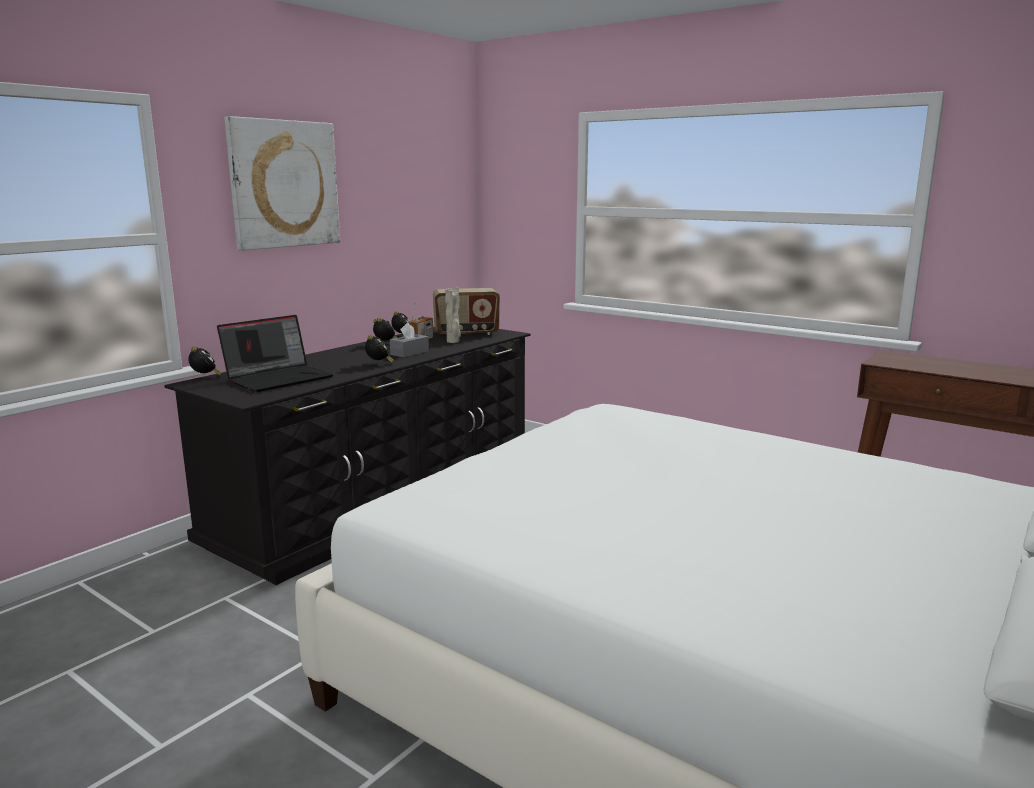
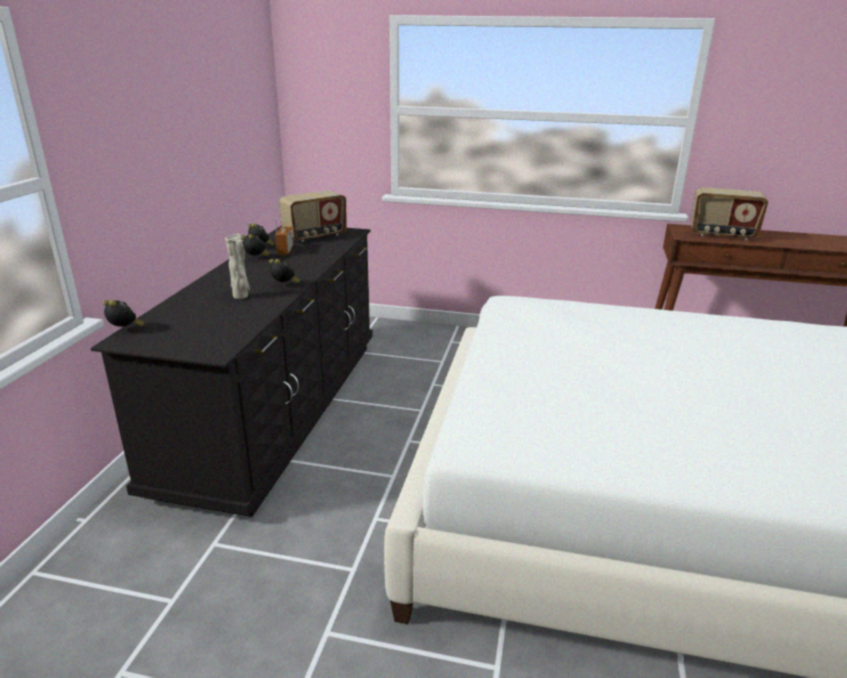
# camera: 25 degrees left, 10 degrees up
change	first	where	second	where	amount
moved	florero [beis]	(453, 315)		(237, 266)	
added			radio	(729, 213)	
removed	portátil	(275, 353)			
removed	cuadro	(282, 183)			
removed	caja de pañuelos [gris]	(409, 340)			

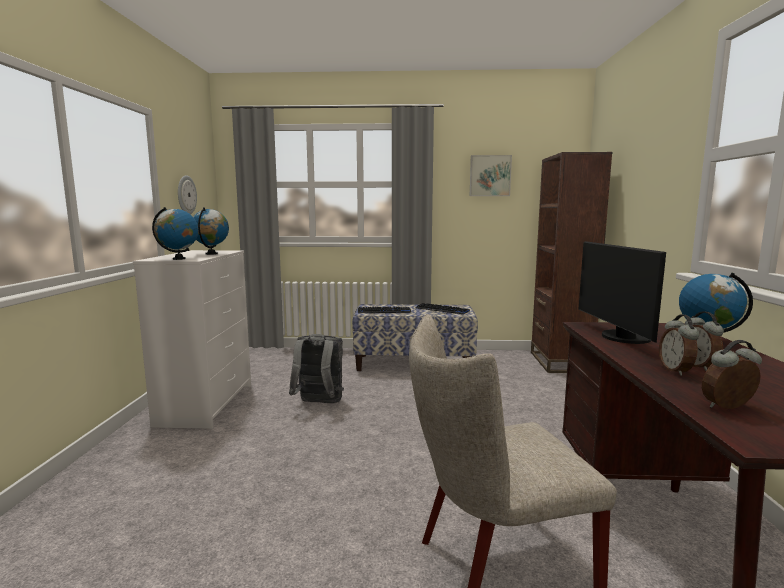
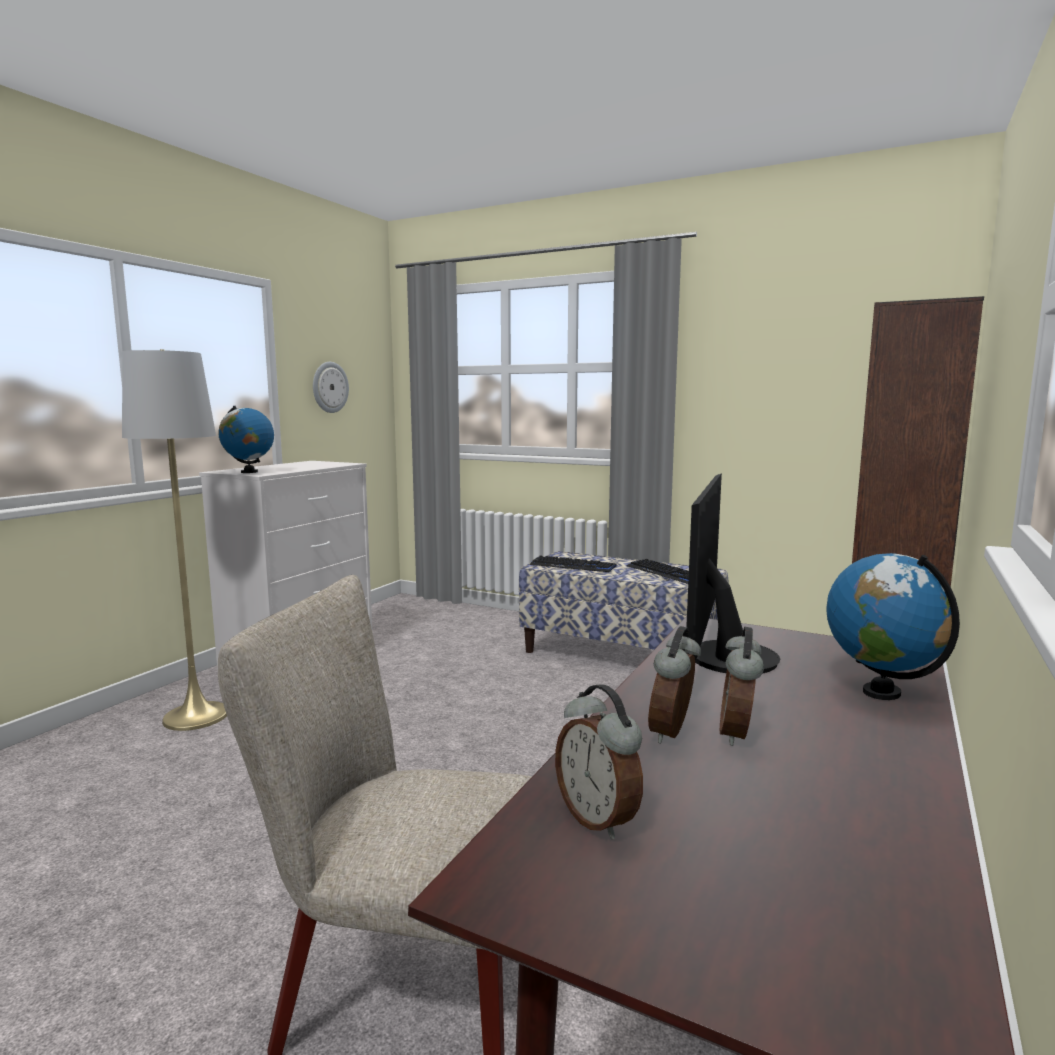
# camera: 25 degrees right, 0 degrees up
change	first	where	second	where	amount
added			lámpara de pie [gris]	(174, 540)	
turned	despertador	(732, 374)		(599, 762)	135 degrees counterclockwise
removed	globo terráqueo	(211, 231)			
removed	mochila [gris]	(316, 368)			
removed	cuadro	(491, 175)			

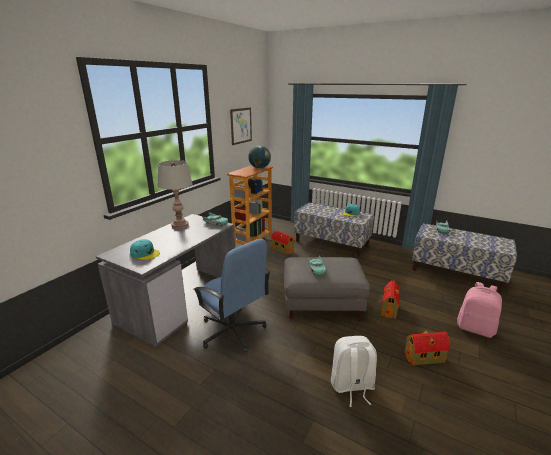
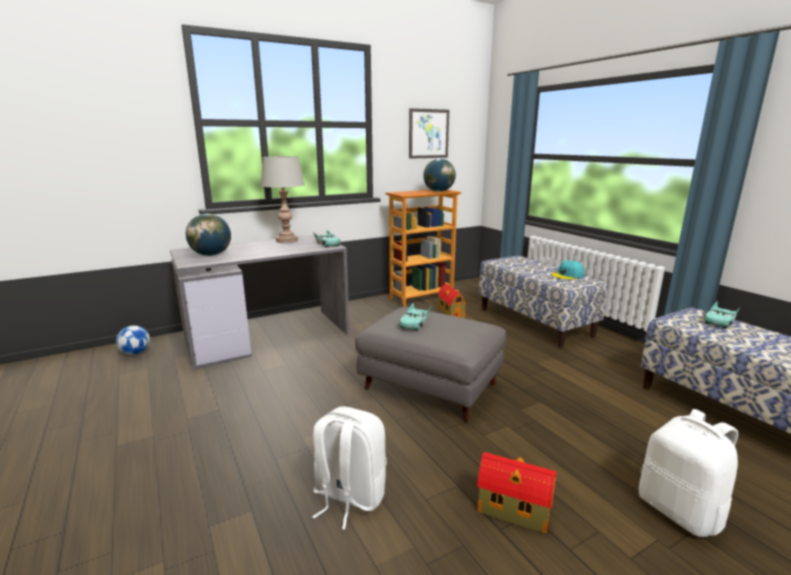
# camera: 30 degrees right, 5 degrees down
change	first	where	second	where	amount
added			balón de fútbol	(133, 340)	
replaced	gorra [turquesa]	(145, 249)	globo terráqueo	(208, 235)	
recoloured	mochila [rosa]	(479, 310)	mochila [blanco]	(688, 473)	
removed	silla de oficina [azul]	(231, 296)			
removed	casita	(390, 299)			

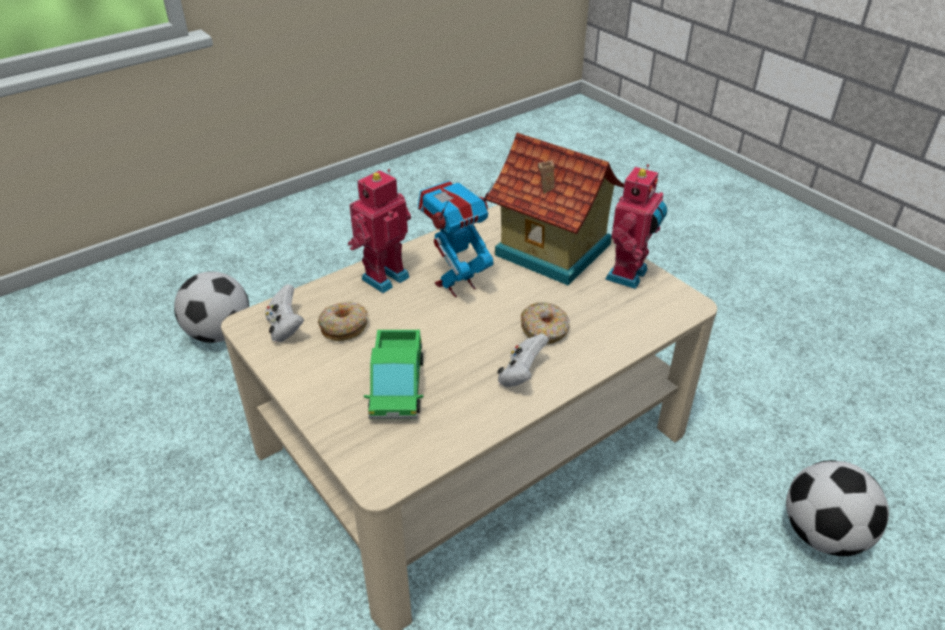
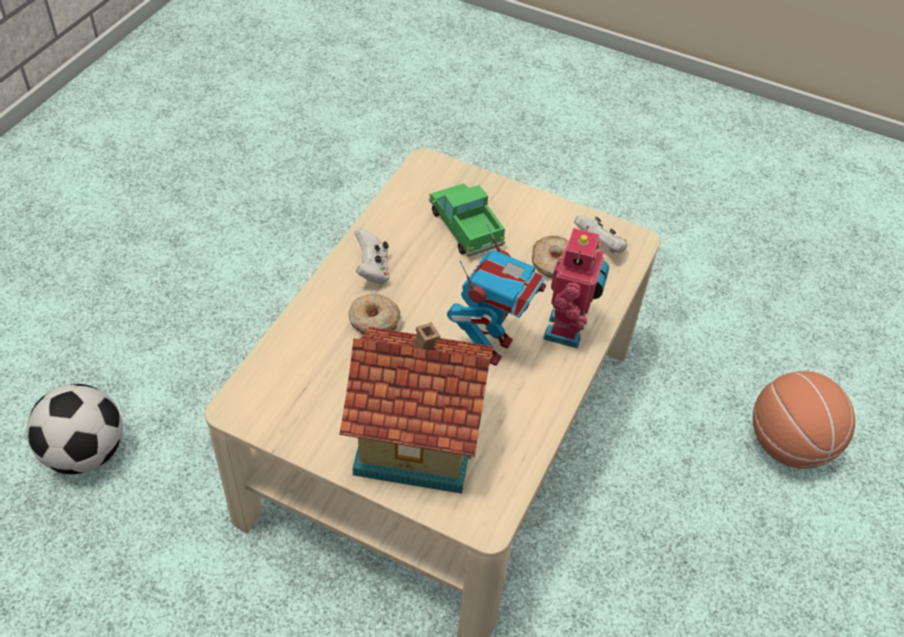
# camera: 150 degrees right, 10 degrees up
change	first	where	second	where	amount
replaced	balón de fútbol	(211, 307)	balón de baloncesto	(804, 420)	
removed	robot de juguete	(636, 226)			

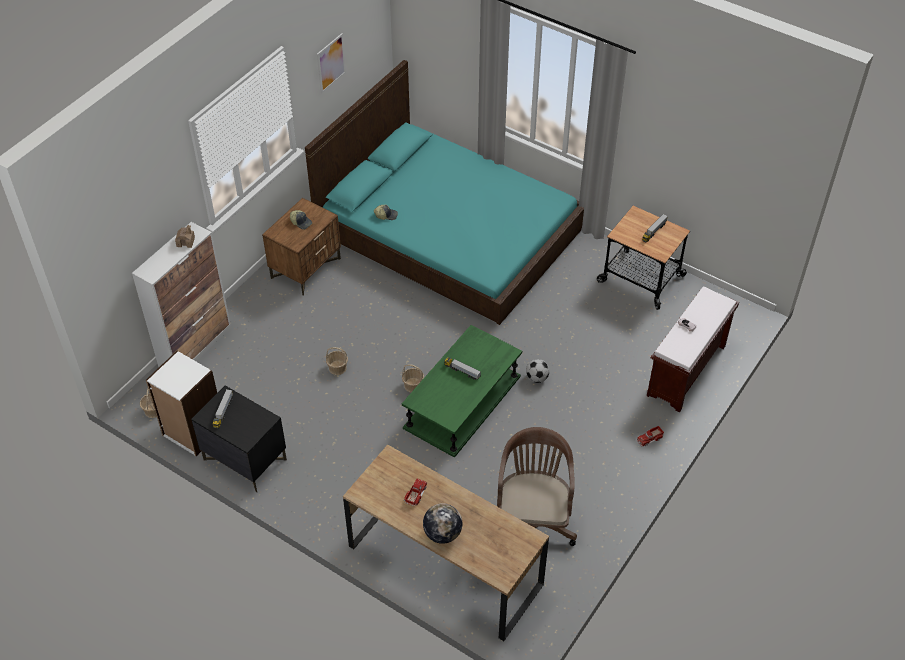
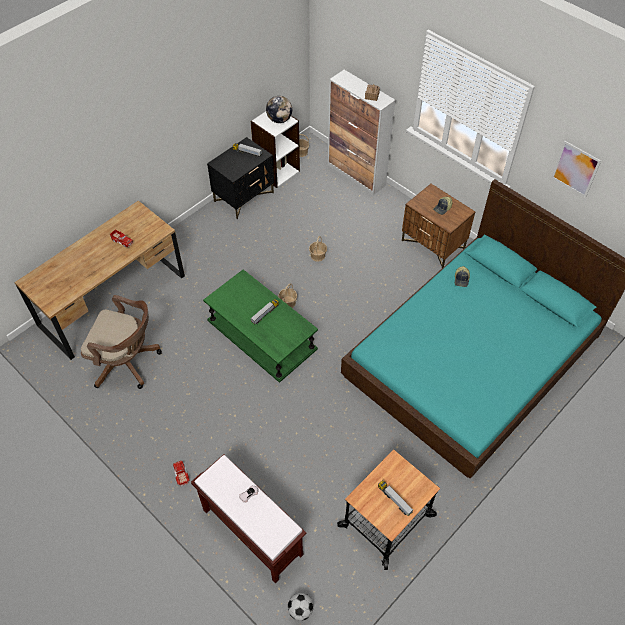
# camera: 100 degrees right, 5 degrees up
change	first	where	second	where	amount
moved	globo terráqueo	(442, 523)		(279, 109)	
moved	balón de fútbol	(538, 371)		(300, 607)	

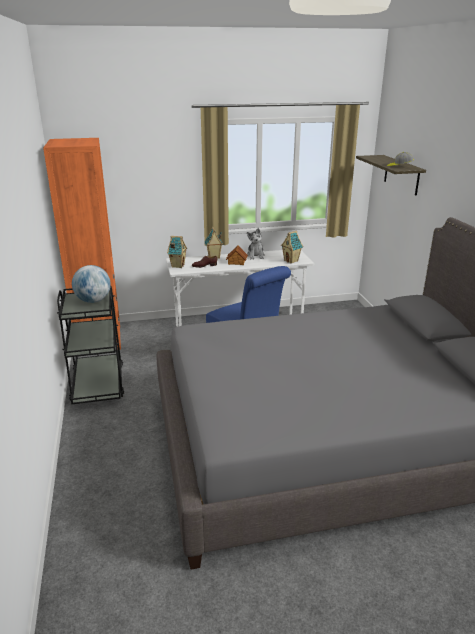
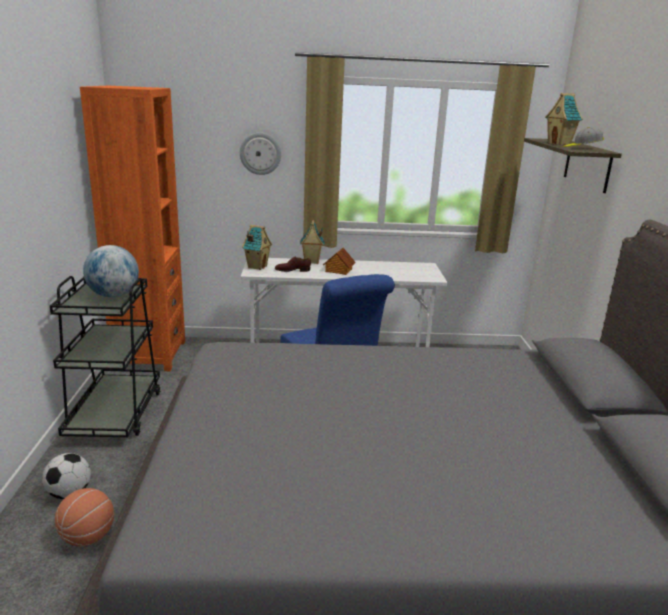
# camera: 10 degrees right, 5 degrees down
change	first	where	second	where	amount
added			balón de fútbol	(66, 476)	
added			balón de baloncesto	(84, 517)	
added			reloj de pared	(260, 153)	
moved	casita	(292, 247)		(564, 119)	
removed	peluche	(256, 243)			

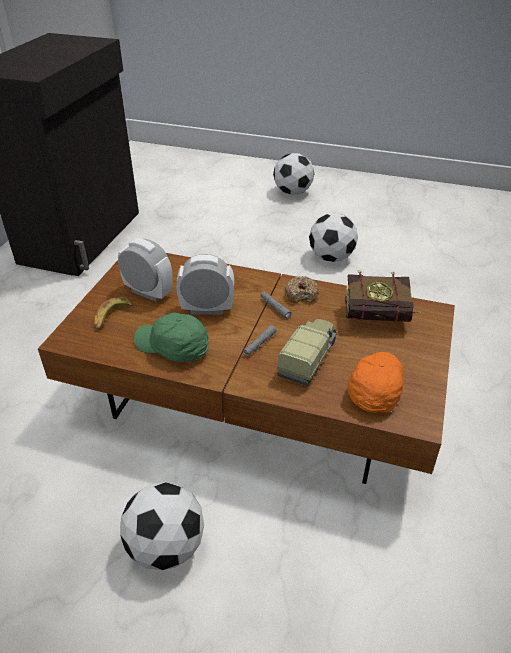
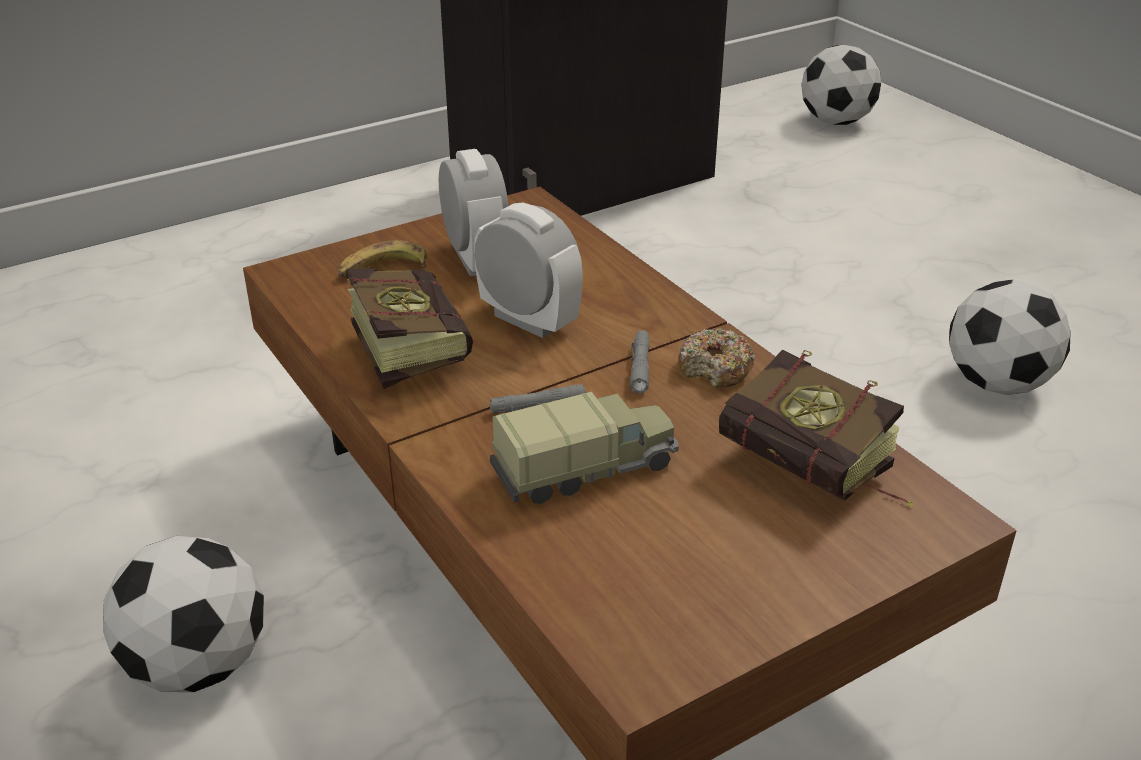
# camera: 40 degrees right, 5 degrees down
change	first	where	second	where	amount
replaced	gorra [verde]	(171, 337)	libro	(409, 329)	
moved	balón de fútbol	(293, 174)		(841, 85)	
removed	gorra [naranja]	(375, 382)			

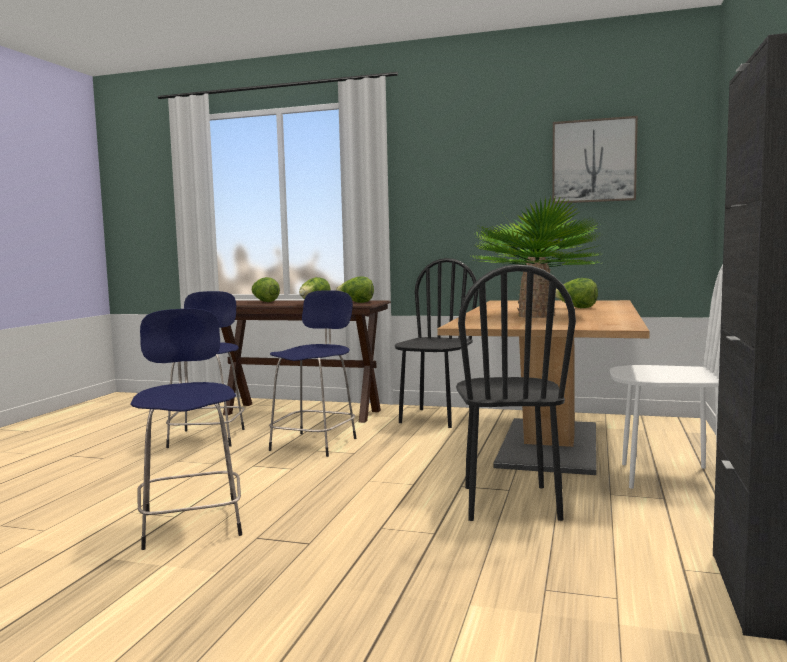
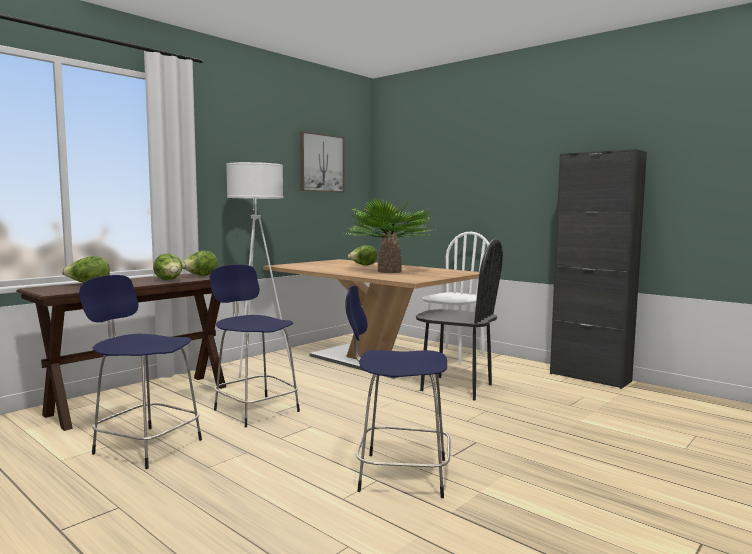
# camera: 65 degrees left, 0 degrees up
change	first	where	second	where	amount
replaced	silla [negro]	(436, 343)	lámpara de pie [blanco]	(259, 270)	

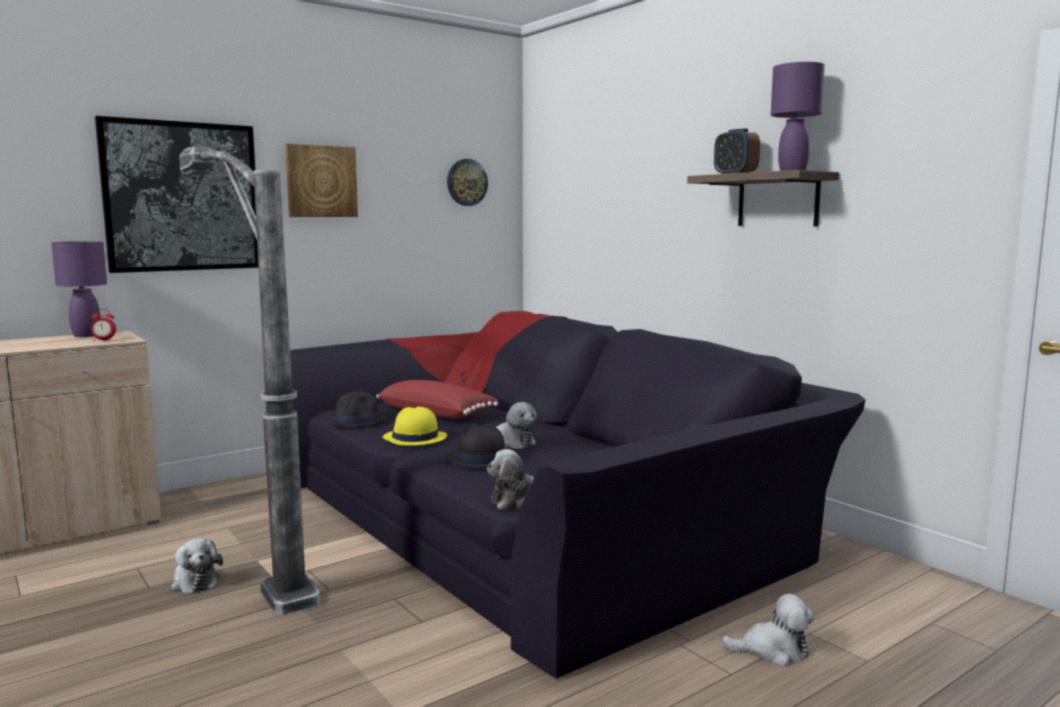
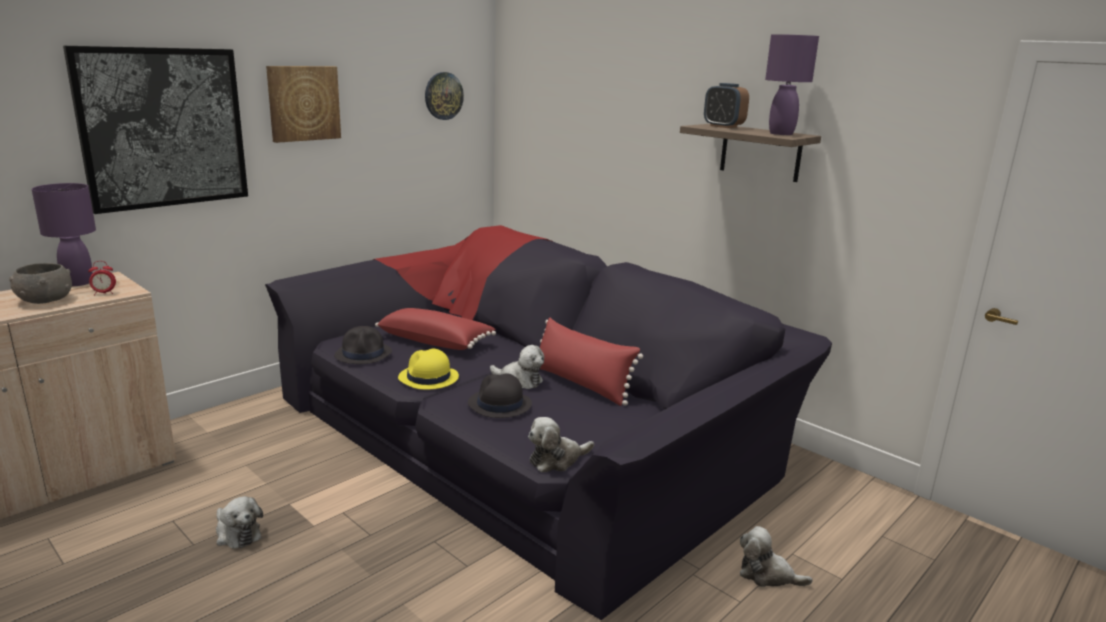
# camera: 10 degrees left, 10 degrees up
change	first	where	second	where	amount
added			cuenco [gris]	(40, 283)	
added			cojín [rojo]	(591, 361)	
turned	peluche	(768, 629)		(776, 556)	150 degrees counterclockwise
removed	lámpara de pie	(249, 381)			

